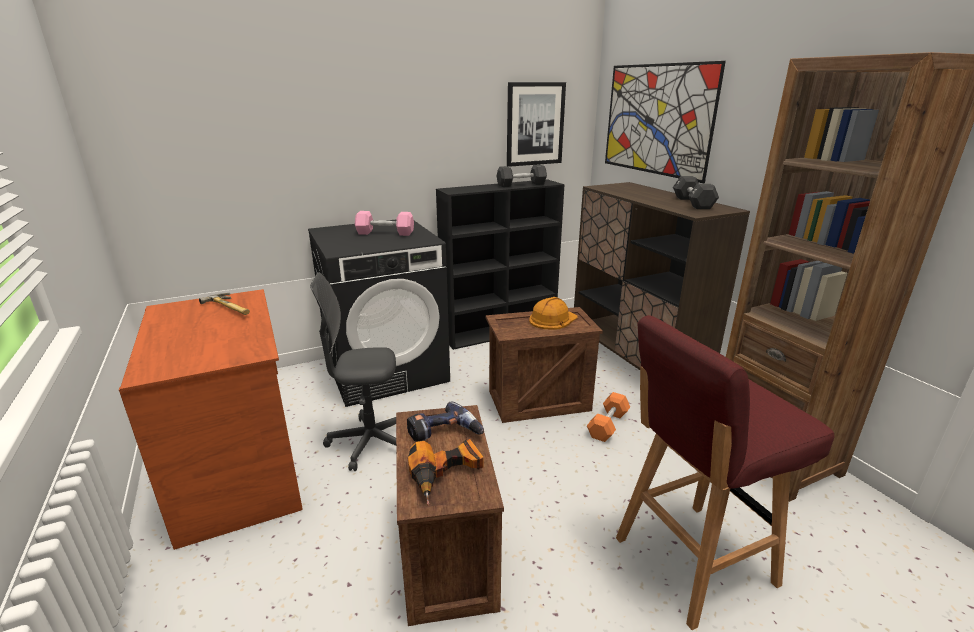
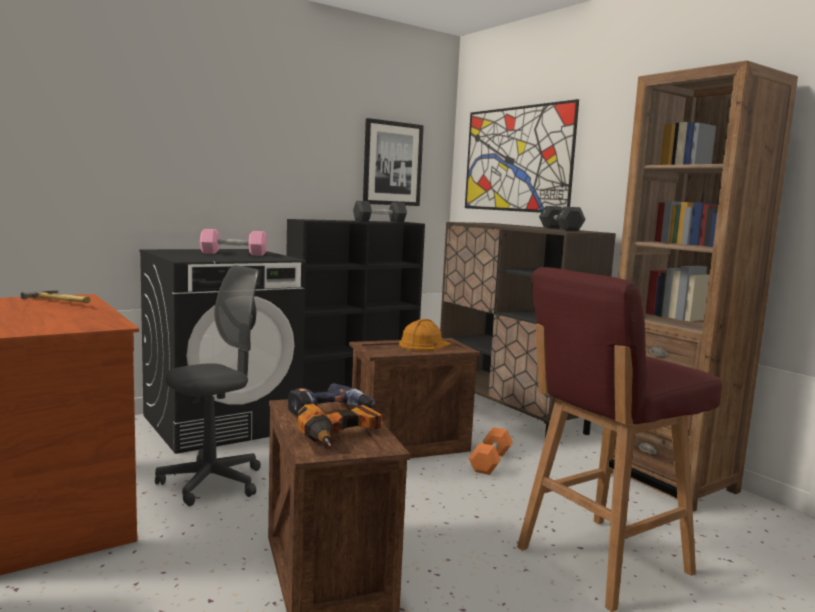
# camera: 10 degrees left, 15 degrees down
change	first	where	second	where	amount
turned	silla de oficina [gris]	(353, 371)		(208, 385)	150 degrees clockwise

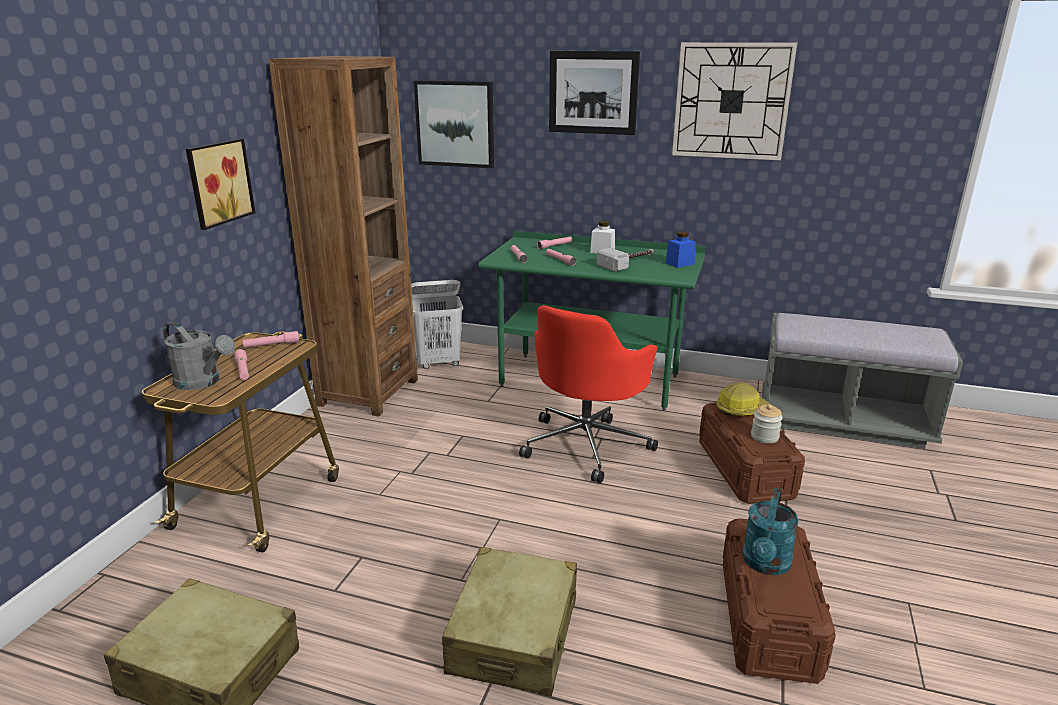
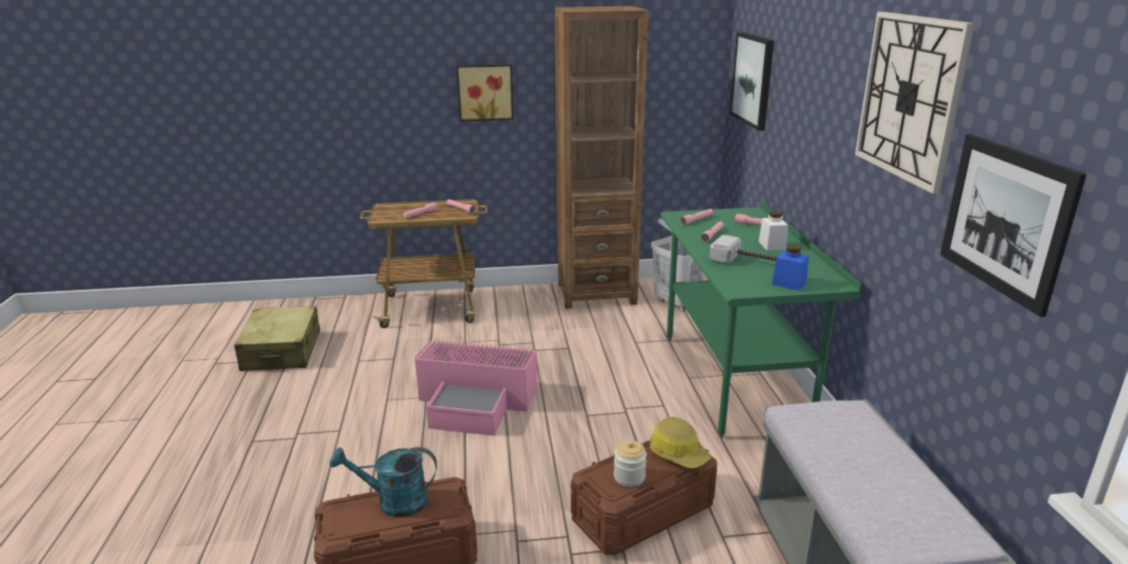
# camera: 65 degrees right, 0 degrees up
change	first	where	second	where	amount
added			caja de almacenaje [rosa]	(475, 387)	
moved	cuadro	(594, 93)		(1013, 225)	
removed	regadera [gris]	(199, 355)			
removed	maleta [beis]	(509, 621)			
removed	silla de oficina [rojo]	(588, 394)			

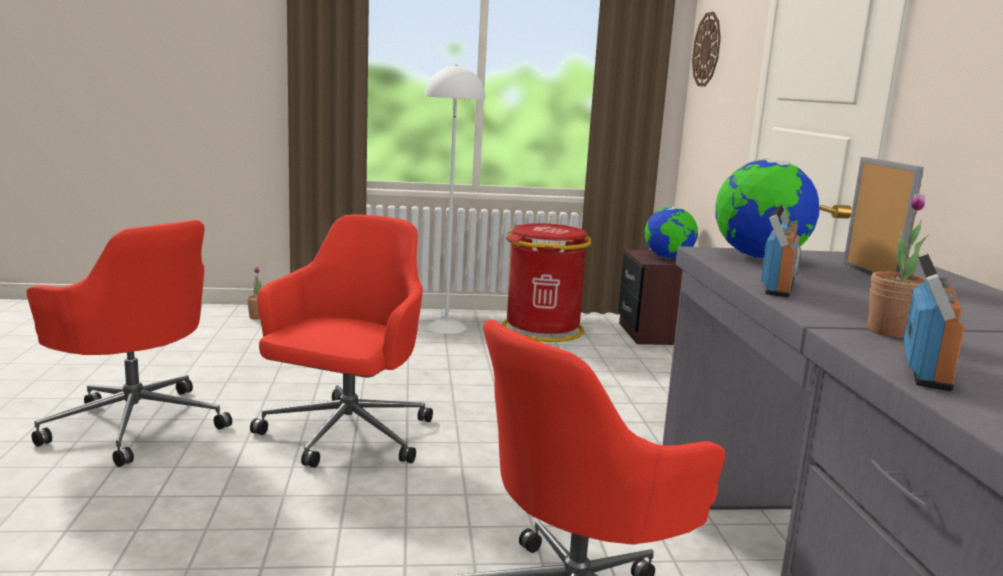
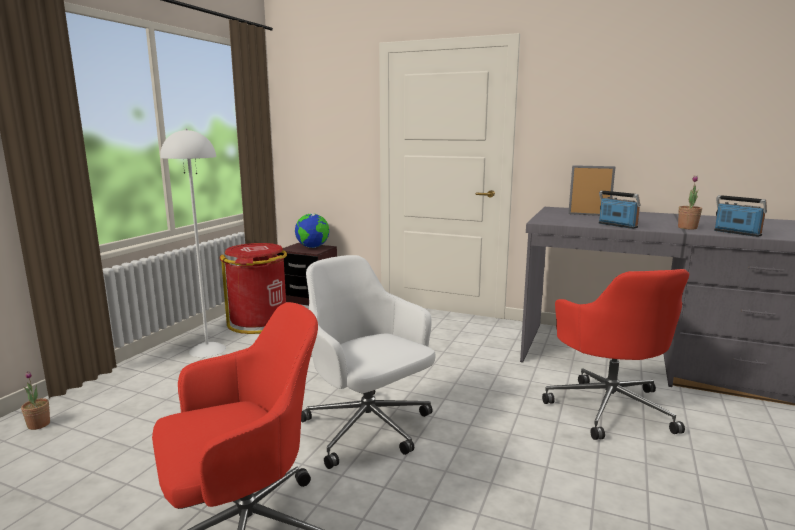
# camera: 60 degrees left, 0 degrees up
change	first	where	second	where	amount
recoloured	silla de oficina [rojo]	(341, 341)	silla de oficina [blanco]	(368, 362)	
removed	reloj de pared	(706, 49)			
removed	globo terráqueo	(767, 209)			

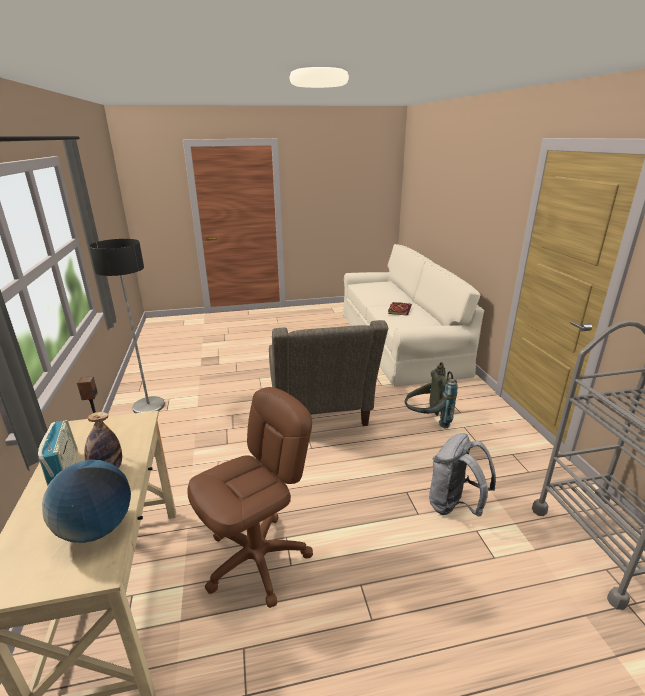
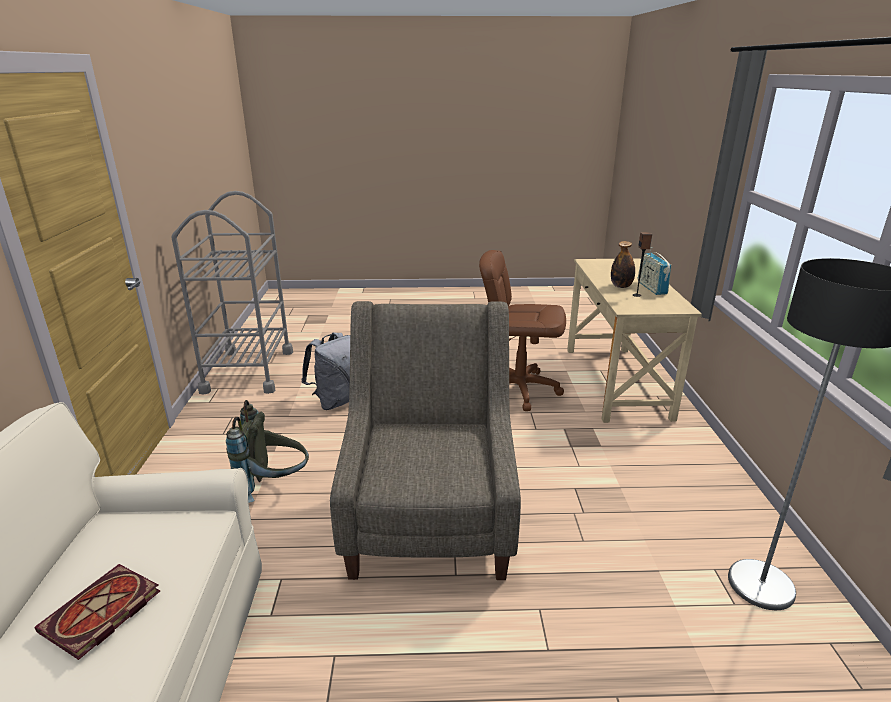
# camera: 170 degrees left, 0 degrees up
change	first	where	second	where	amount
turned	silla de oficina [marrón]	(250, 497)		(522, 330)	45 degrees clockwise
removed	globo terráqueo	(86, 501)			

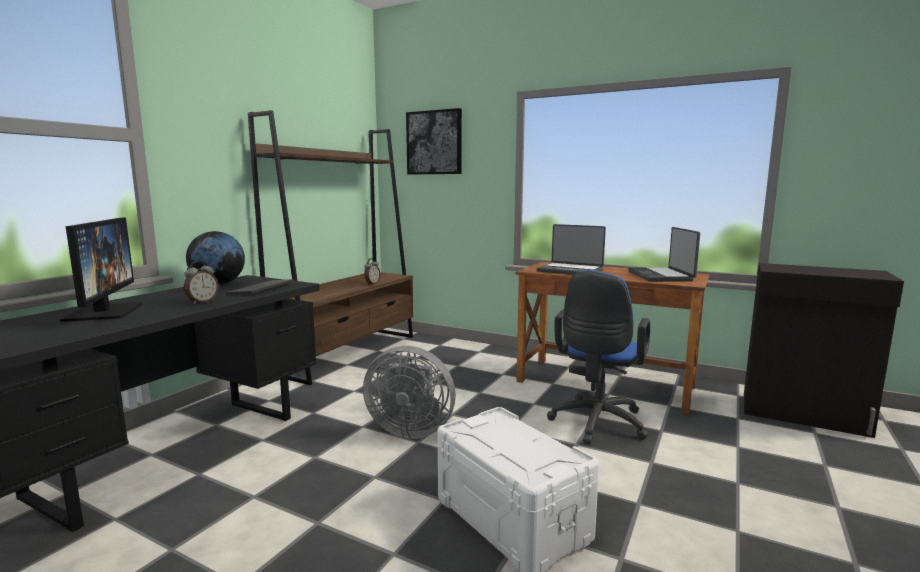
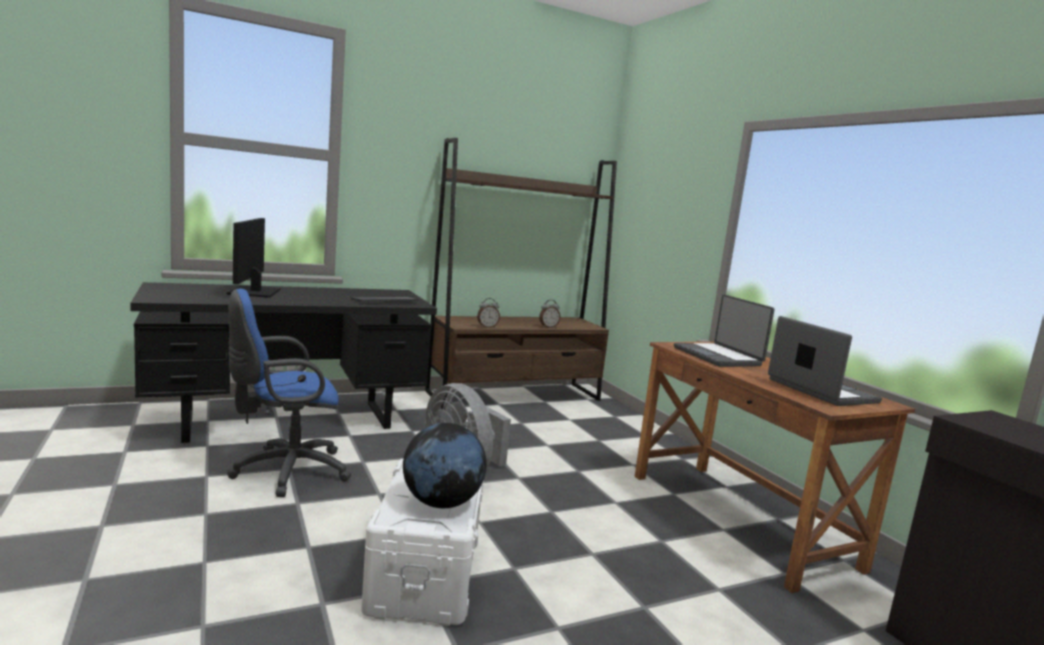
# camera: 35 degrees right, 0 degrees up
change	first	where	second	where	amount
turned	monitor	(101, 270)		(253, 258)	150 degrees clockwise
moved	silla de oficina [azul]	(598, 357)		(289, 393)	
moved	globo terráqueo	(215, 258)		(445, 465)	
moved	despertador	(201, 282)		(488, 313)	
turned	portátil	(664, 254)		(825, 361)	120 degrees clockwise
removed	cuadro	(434, 141)			

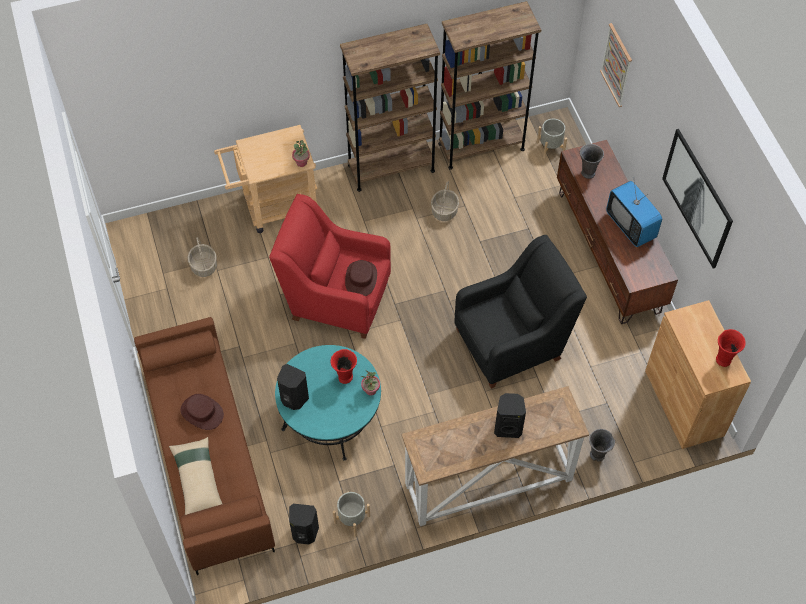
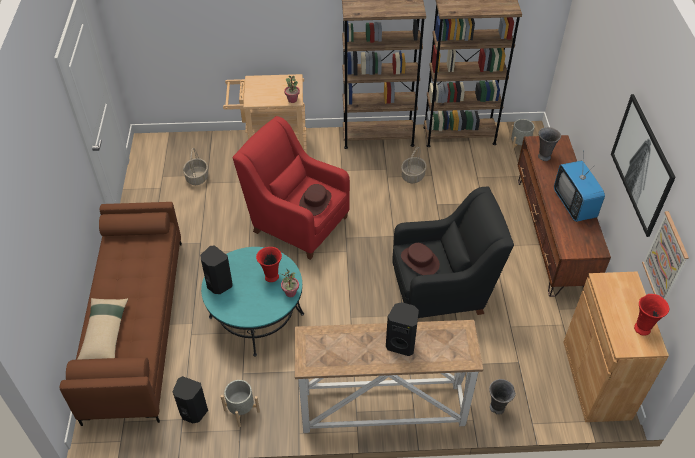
# camera: 15 degrees right, 10 degrees down
change	first	where	second	where	amount
moved	sombrero [marrón]	(202, 412)		(420, 259)	
moved	cuadro	(616, 65)		(665, 255)	

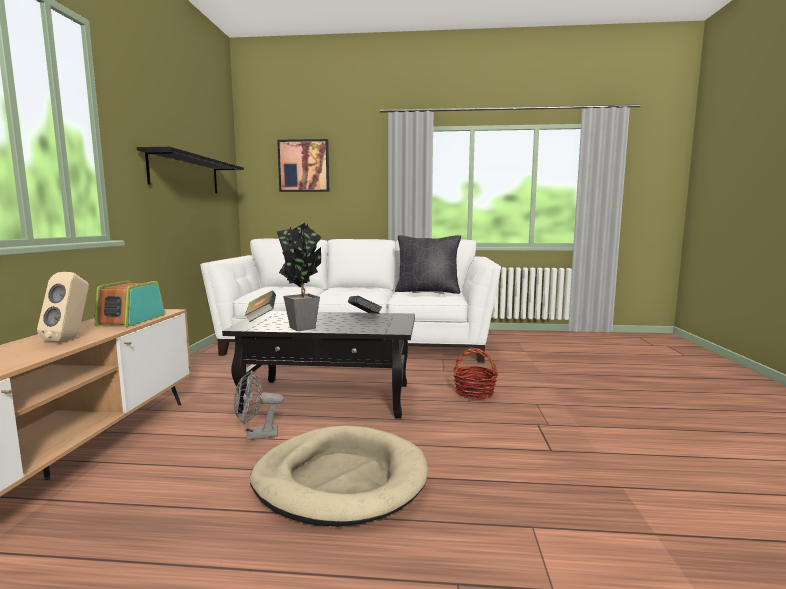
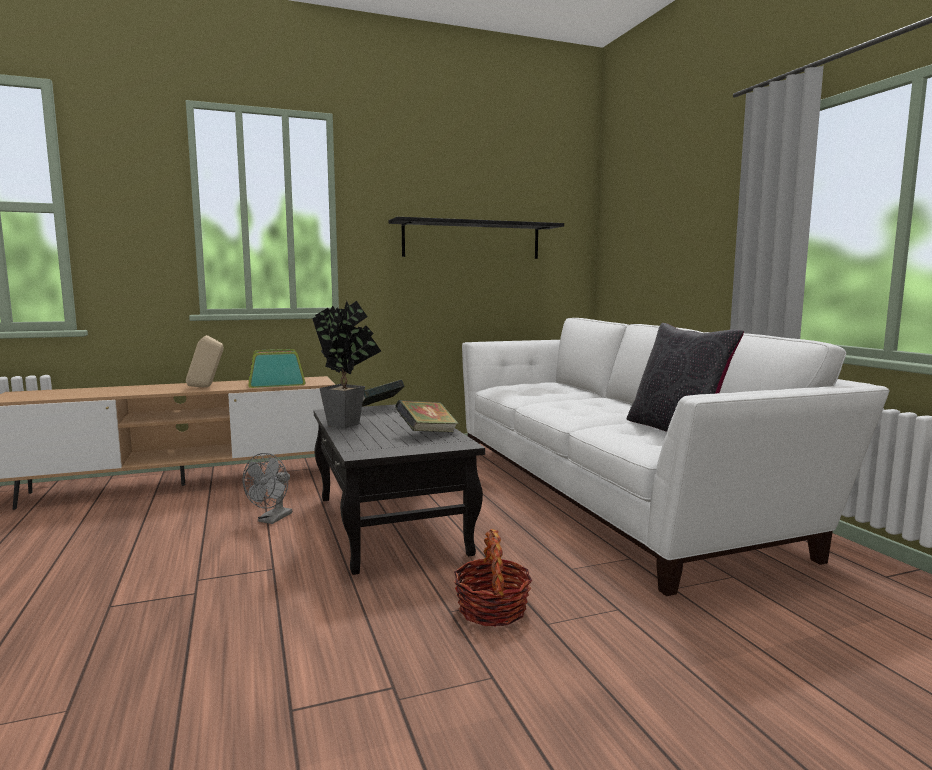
# camera: 65 degrees right, 0 degrees up
change	first	where	second	where	amount
turned	ventilador [gris]	(259, 405)		(267, 488)	120 degrees counterclockwise
removed	cama para perro [beis]	(339, 476)			
removed	cuadro	(303, 165)			

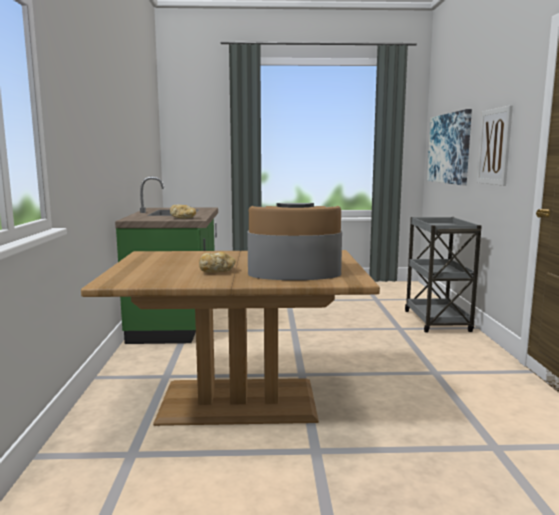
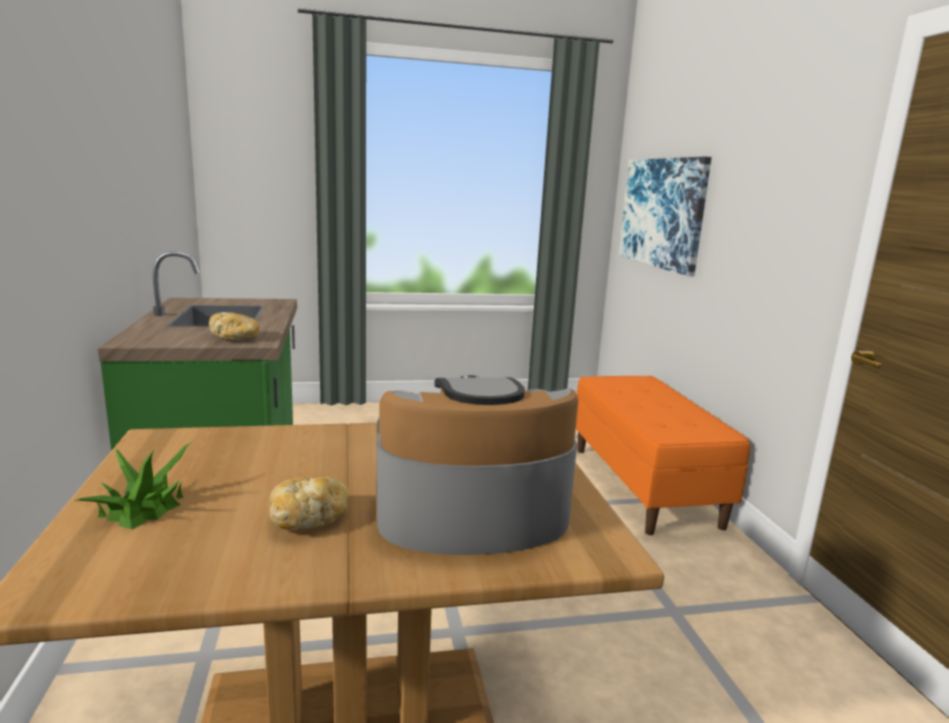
# camera: 10 degrees left, 5 degrees up
change	first	where	second	where	amount
added			planta en maceta	(132, 485)	
replaced	carrito [gris]	(443, 275)	banco [naranja]	(663, 455)	
removed	cuadro	(495, 145)			

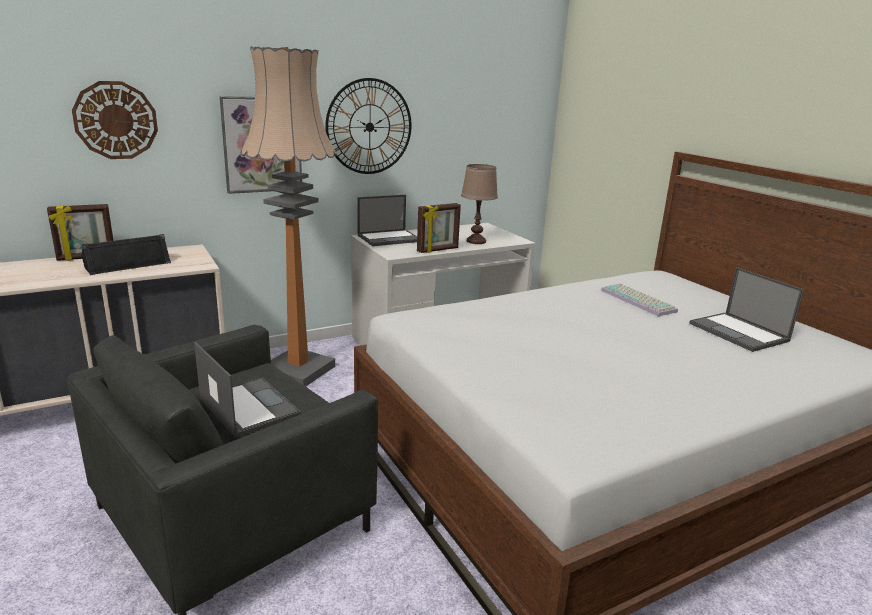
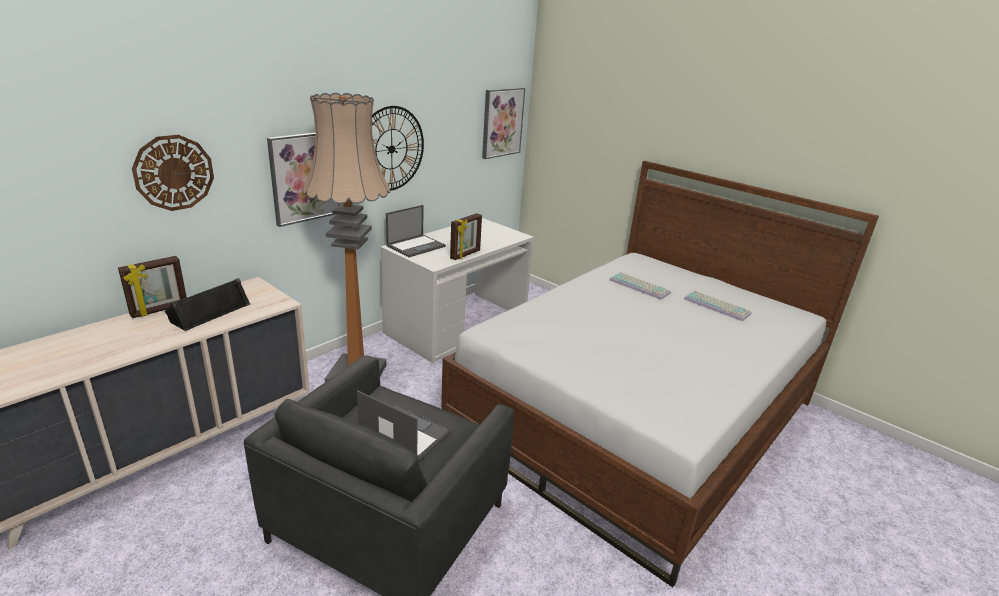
# camera: 20 degrees left, 5 degrees up
change	first	where	second	where	amount
added			cuadro	(503, 123)	
replaced	portátil	(746, 309)	teclado	(717, 306)	
removed	lámpara de mesa [marrón]	(479, 204)			

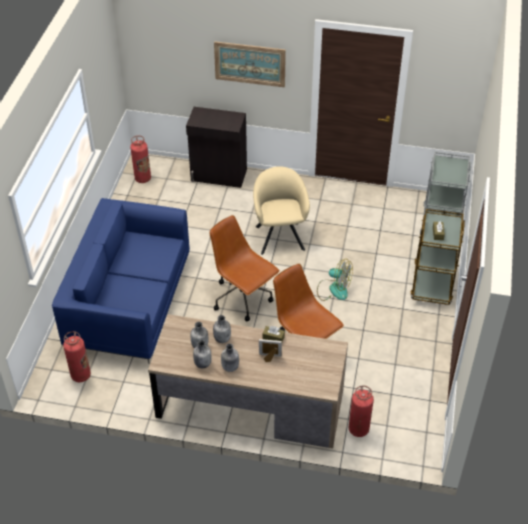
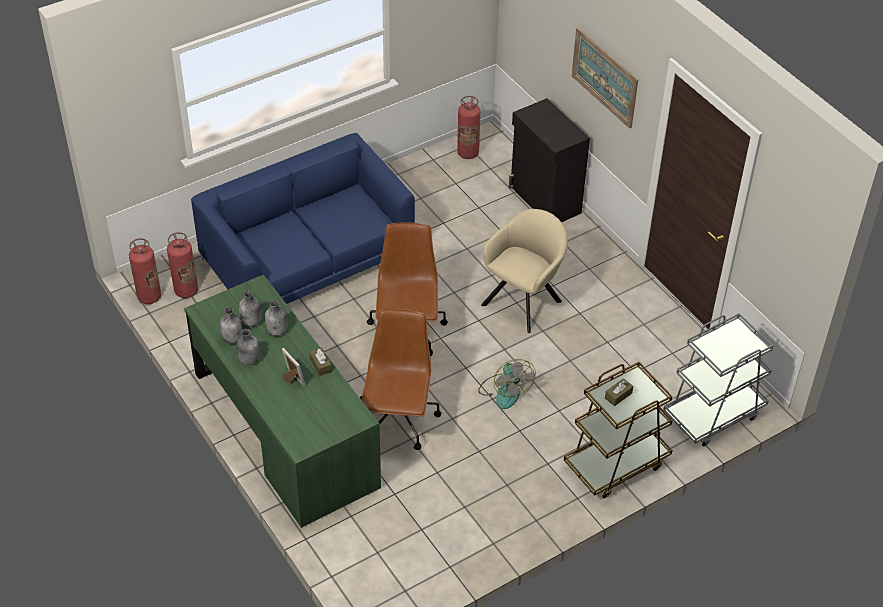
# camera: 45 degrees right, 0 degrees up
change	first	where	second	where	amount
moved	extintor	(361, 411)		(145, 271)	
recoloured	escritorio [marrón]	(248, 381)	escritorio [verde]	(282, 401)	

